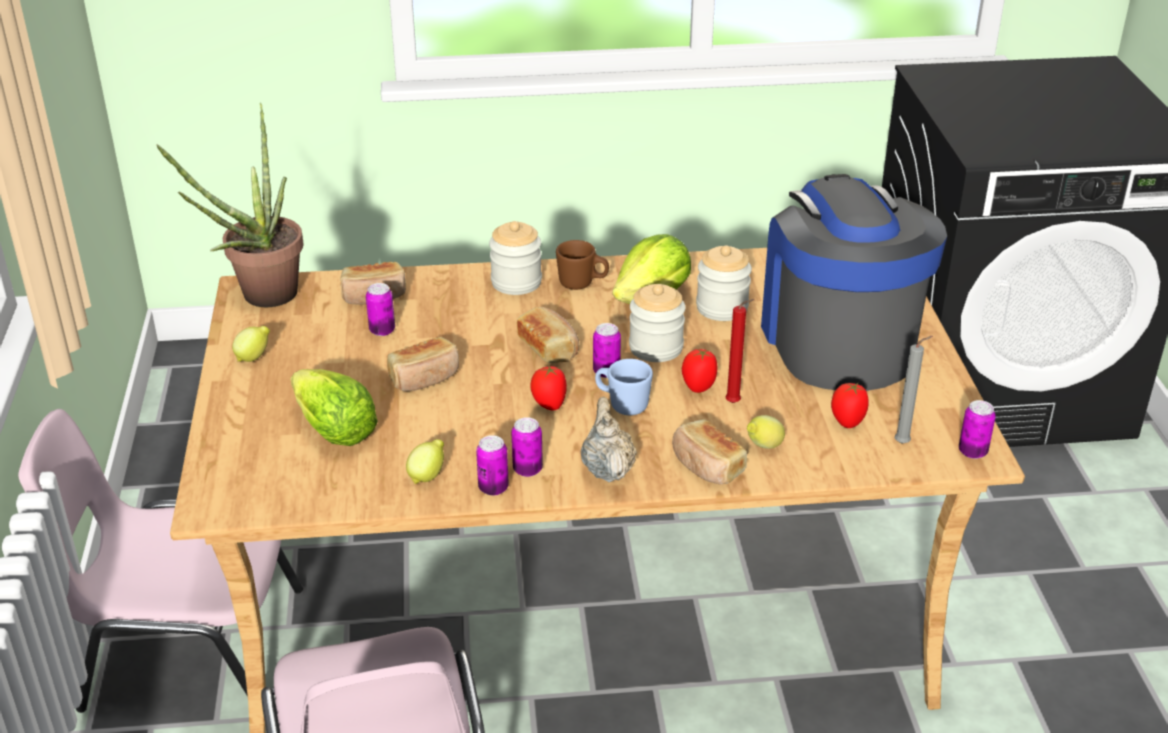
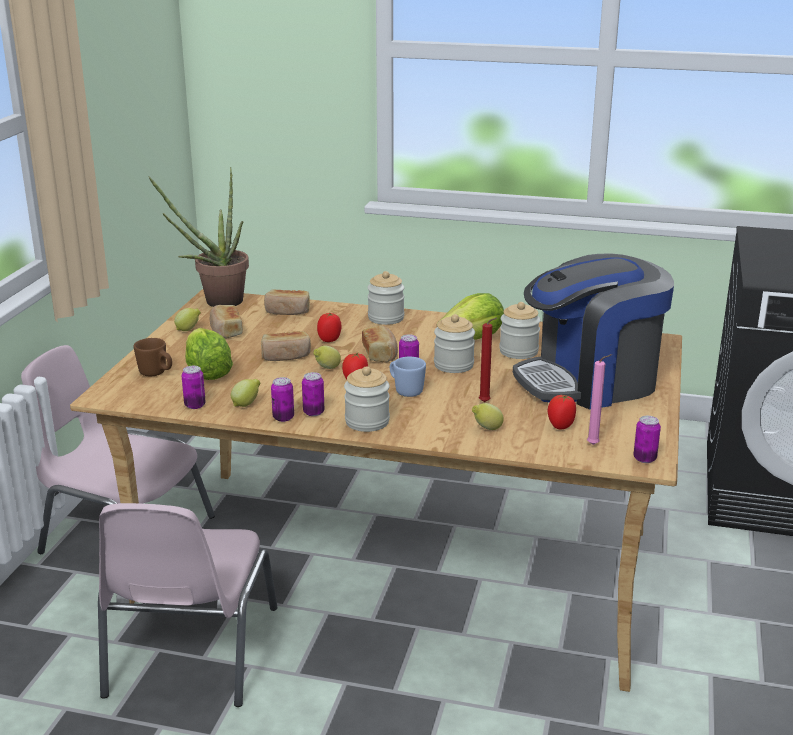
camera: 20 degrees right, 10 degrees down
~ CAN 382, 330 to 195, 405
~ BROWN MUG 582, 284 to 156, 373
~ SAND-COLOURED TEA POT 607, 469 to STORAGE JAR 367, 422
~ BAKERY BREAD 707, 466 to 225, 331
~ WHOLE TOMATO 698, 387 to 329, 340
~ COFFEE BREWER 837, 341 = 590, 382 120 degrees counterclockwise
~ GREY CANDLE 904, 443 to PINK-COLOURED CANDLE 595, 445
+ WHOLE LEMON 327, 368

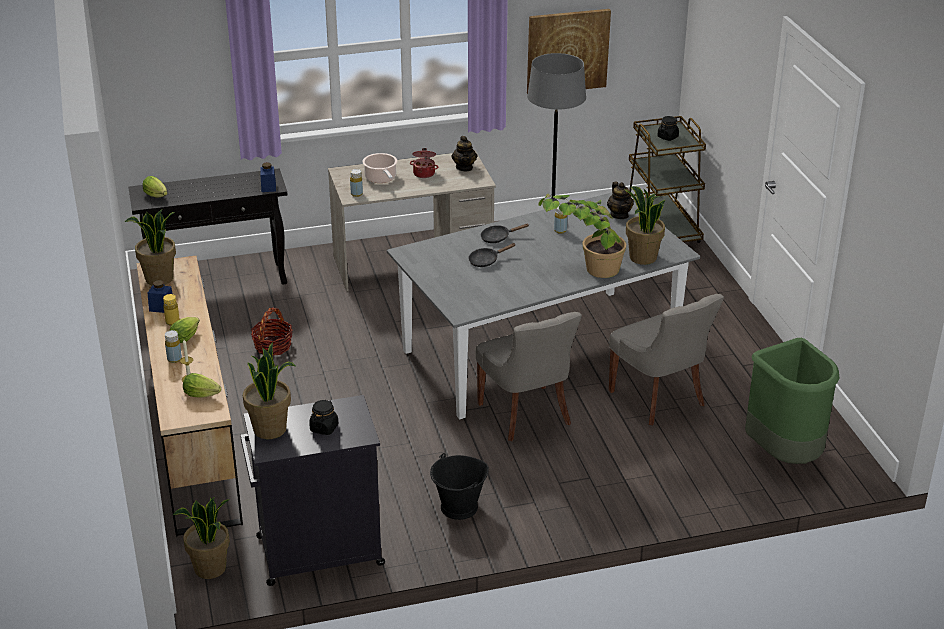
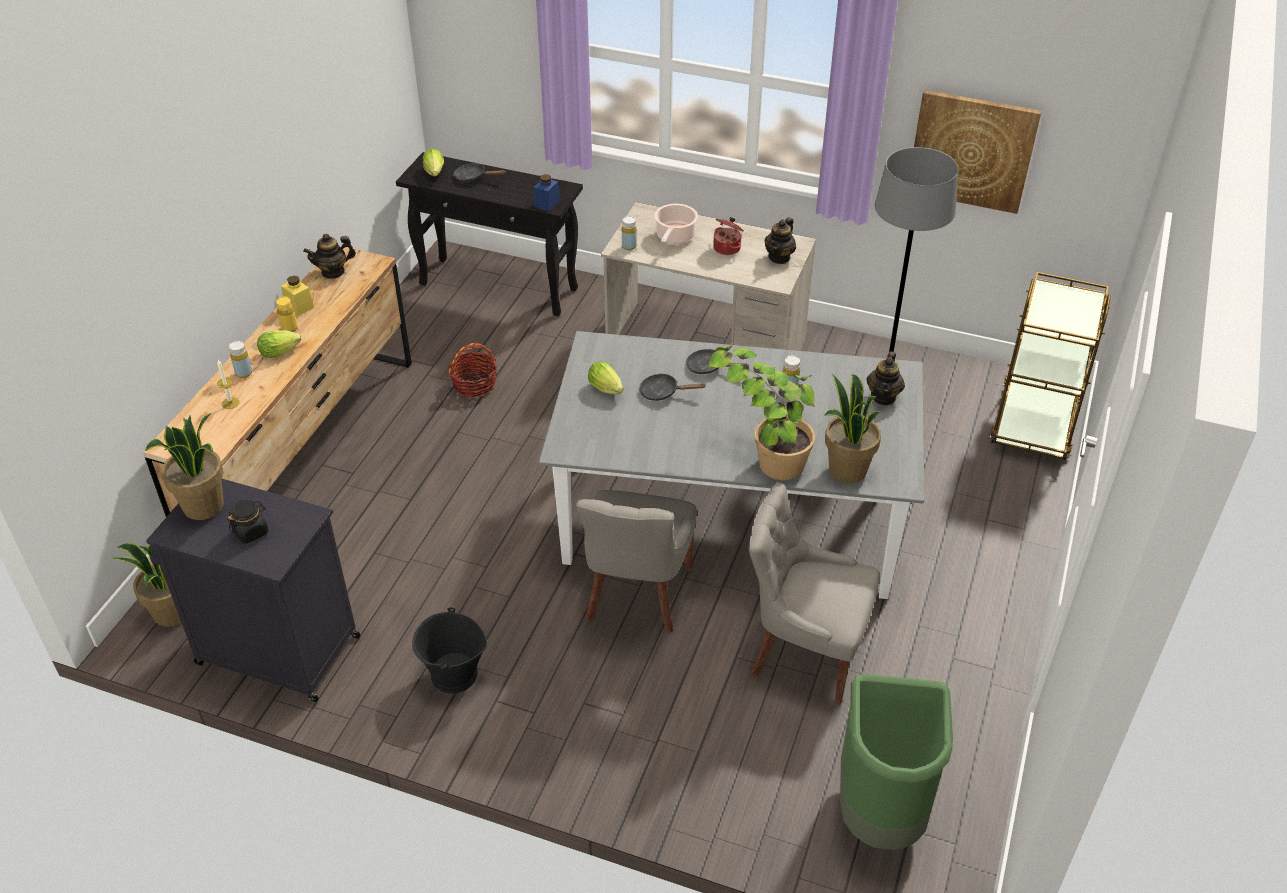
camera: 35 degrees right, 10 degrees up
~ POTTED PLANT 159, 279 to TEA POT 333, 272
~ BLUE STORAGE JAR 161, 307 to YELLOW-COLOURED STORAGE JAR 299, 306
~ LETTUCE HEAD 203, 395 to 607, 390
~ GREY PLAIN CHAIR 659, 399 = 804, 652 105 degrees clockwise
- BLACK STORAGE JAR 667, 137
+ BLACK SKILLET 473, 177

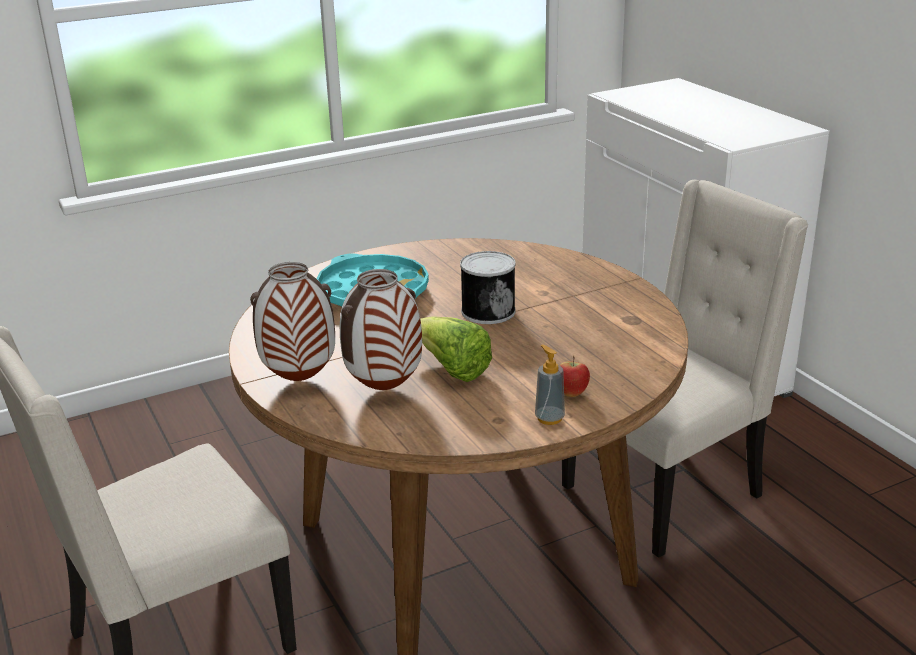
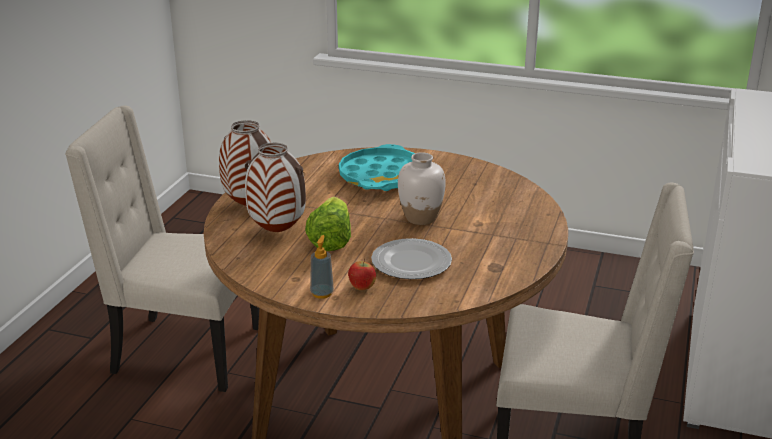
camera: 45 degrees right, 0 degrees up
~ CAN 487, 311 to WHITE FLOWER VASE 421, 218
+ DINNER PLATE 410, 262

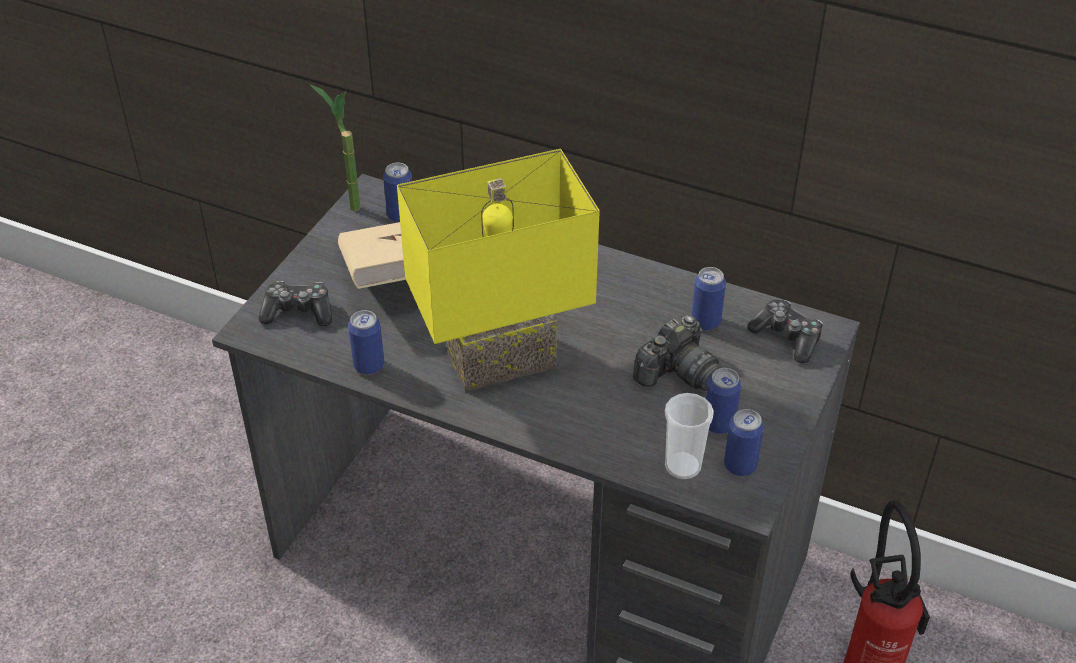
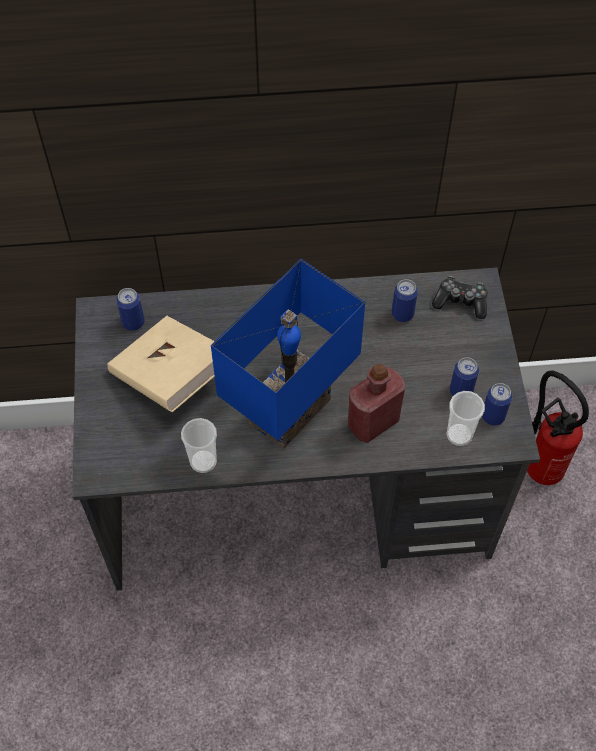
camera: 30 degrees left, 15 degrees up
- JOYPAD 298, 312
- POTTED PLANT 347, 203
~ CAN 369, 366 to SMALL CUP 203, 461
~ YELLOW-COLOURED TABLE LAMP 501, 363 to BLUE TABLE LAMP 292, 414
- STILL CAMERA 677, 372
+ RED DRINK BOTTLE 373, 422

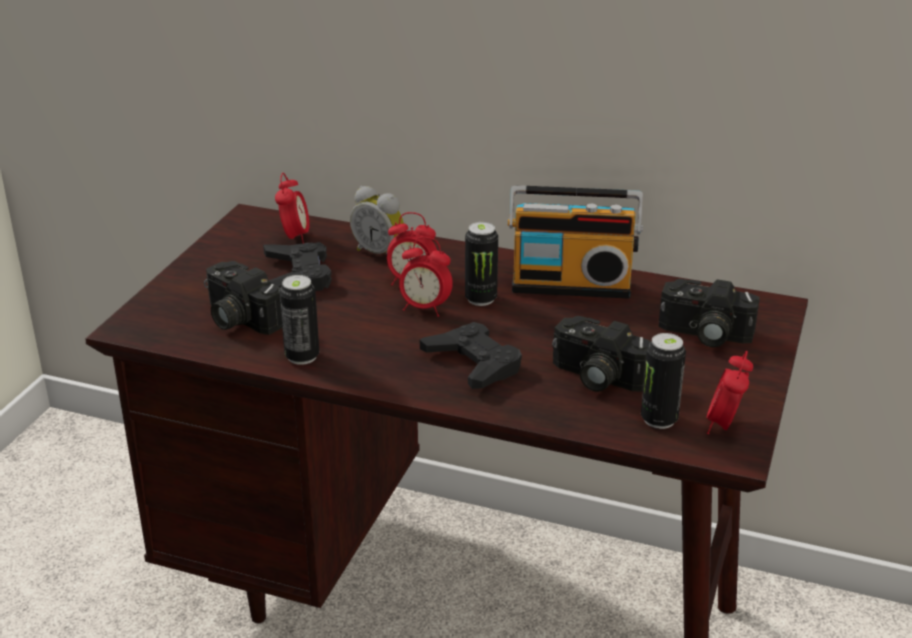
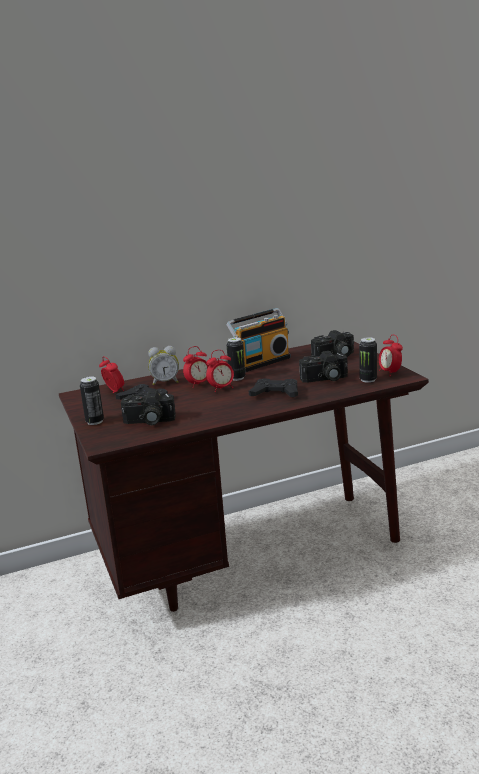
camera: 40 degrees left, 10 degrees down
~ CAN 302, 356 to 95, 421

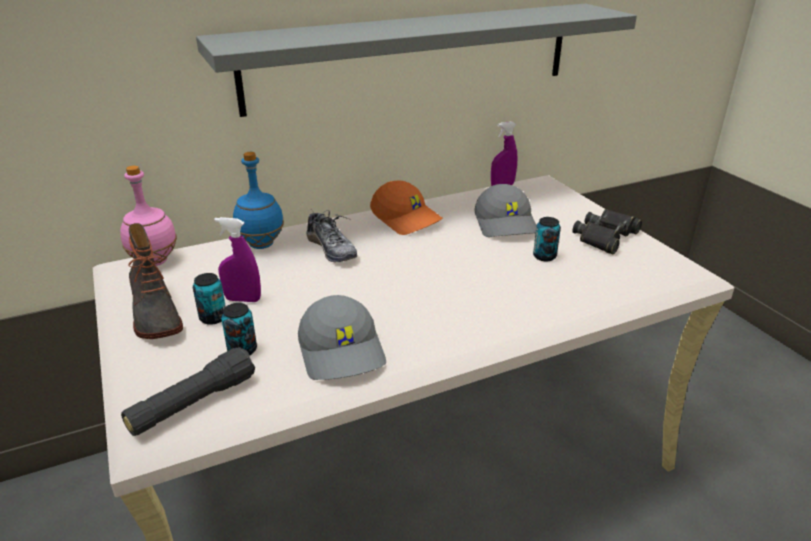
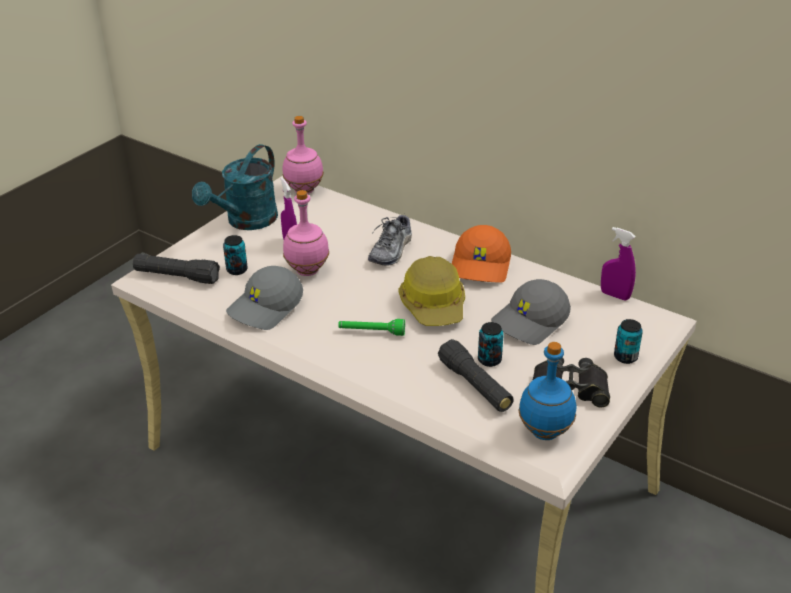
camera: 60 degrees right, 5 degrees up
~ BOOT 154, 315 to TURQUOISE WATERING CAN 246, 222
~ CAN 213, 318 to 625, 357
- GREY WALL SHELF 413, 56
~ BLUE DRINK BOTTLE 261, 244 to 545, 431
+ PINK-COLOURED DRINK BOTTLE 307, 270
+ GREENISH TORCH 371, 332
+ WORK HELMET 434, 305
+ BLACK TORCH 475, 386

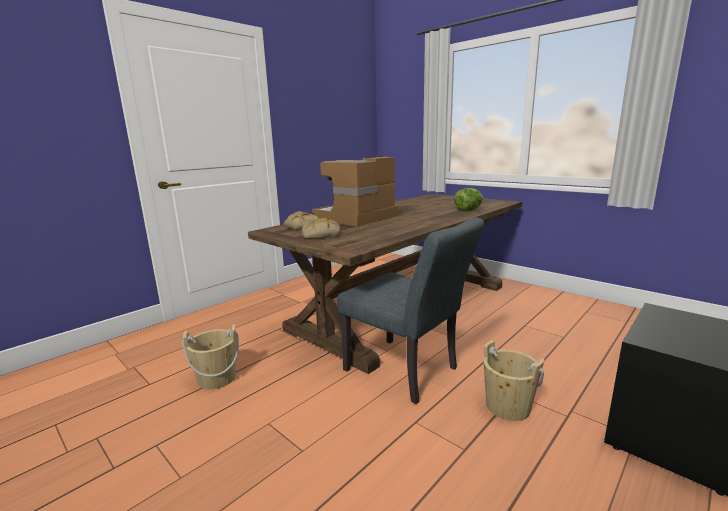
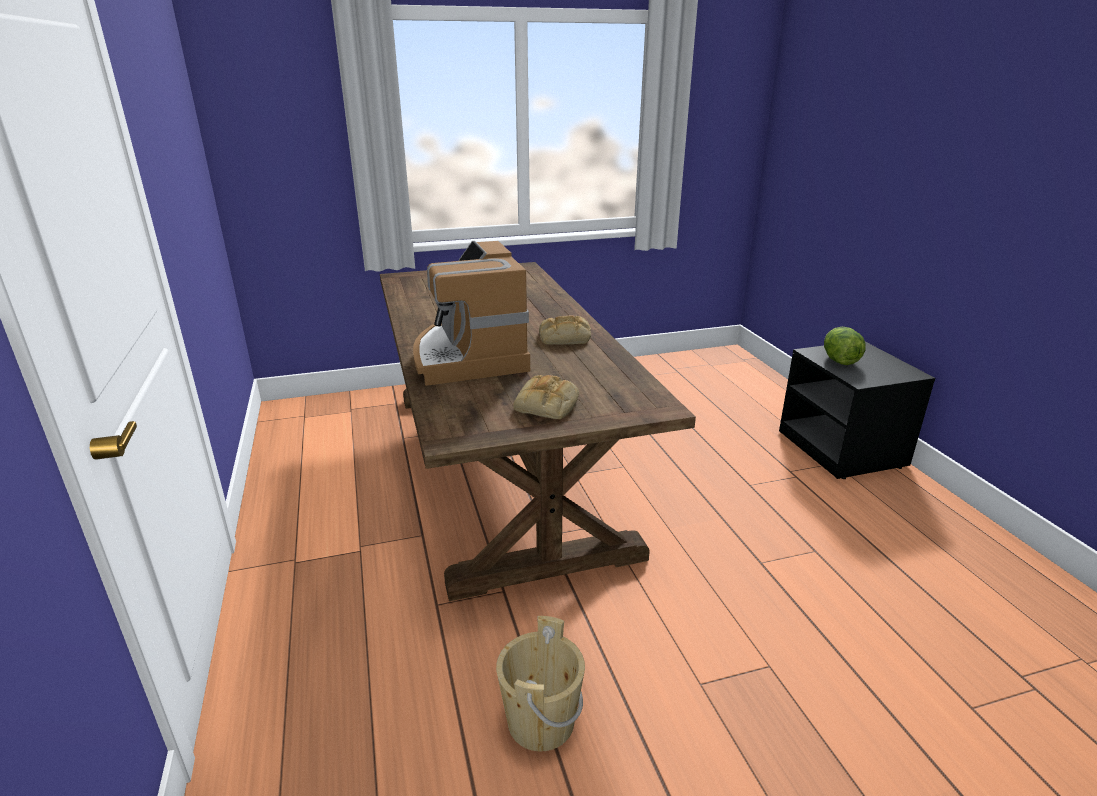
camera: 60 degrees left, 10 degrees up
~ BAKERY BREAD 301, 226 to 564, 337
- GREY PLAIN CHAIR 407, 372
~ LETTUCE HEAD 468, 210 to 839, 361
- SAND-COLOURED WATER BUCKET 507, 407

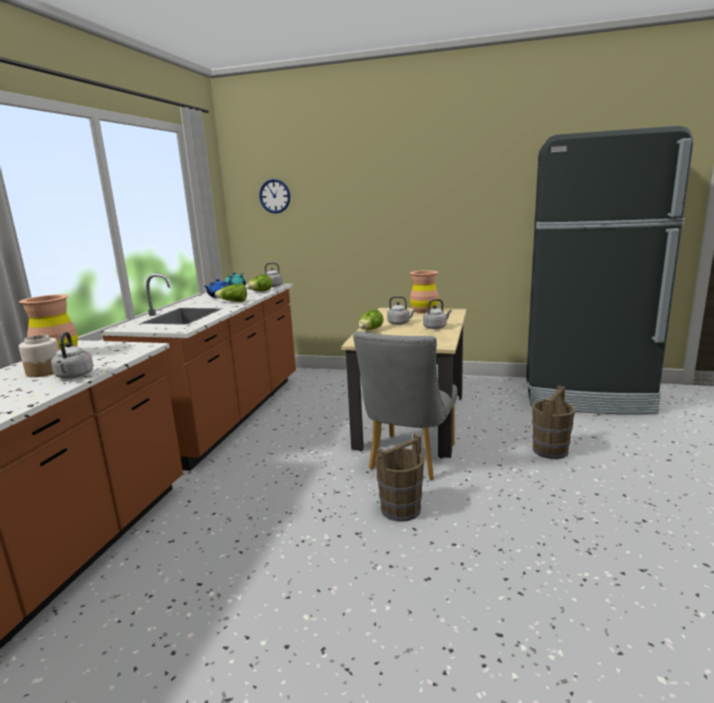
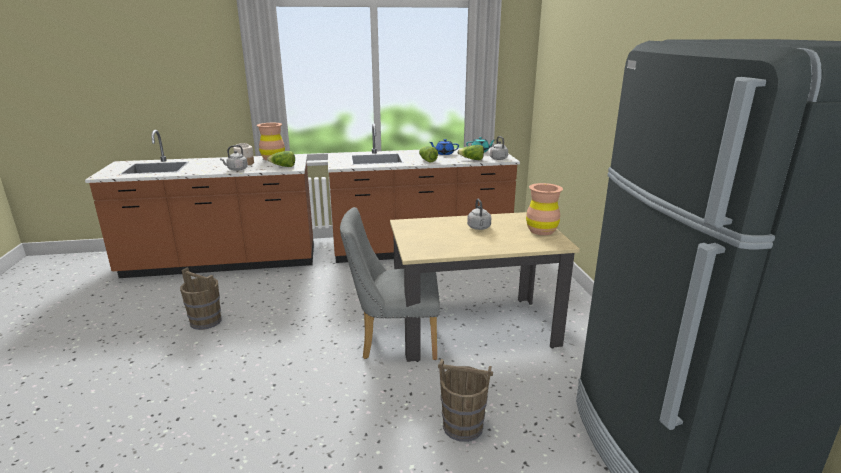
camera: 65 degrees right, 5 degrees up
- WALL CLOCK 275, 196
~ LETTUCE HEAD 370, 330 to 283, 166
~ BROWN WATER BUCKET 400, 509 to 205, 321
- GREY WATER KETTLE 436, 327

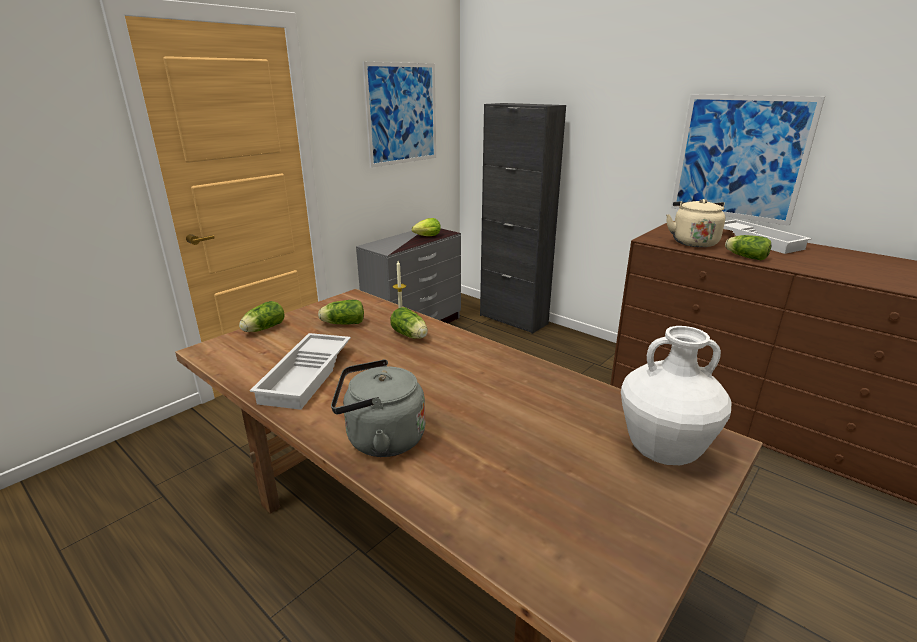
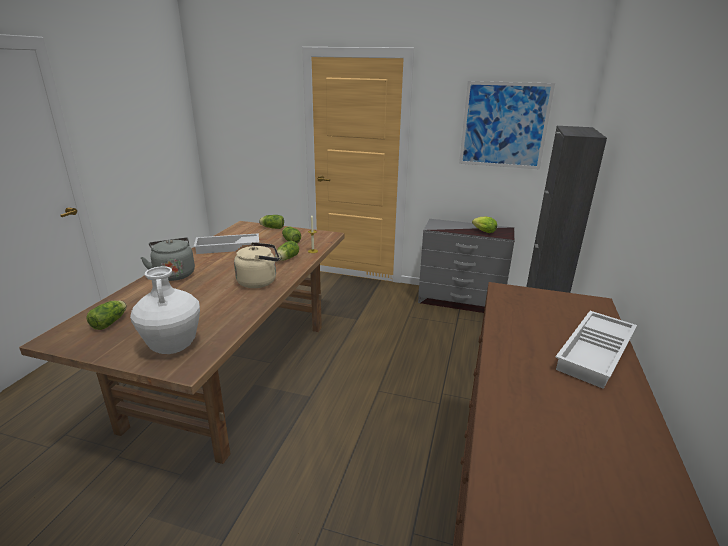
camera: 65 degrees right, 0 degrees up
~ SAND-COLOURED WATER KETTLE 693, 242 to 259, 281
- WALL PICTURE 739, 158
~ LETTUCE HEAD 744, 256 to 111, 322

